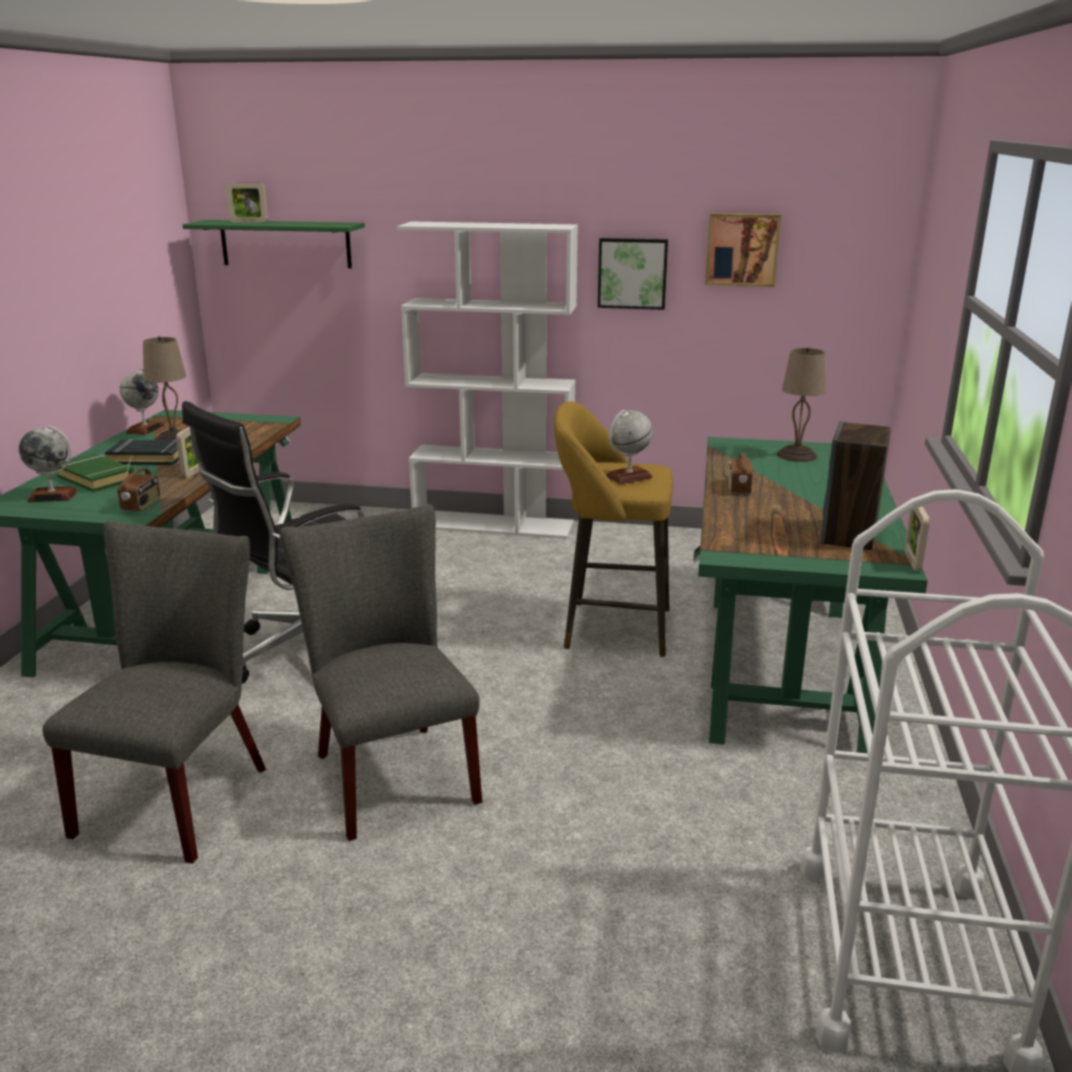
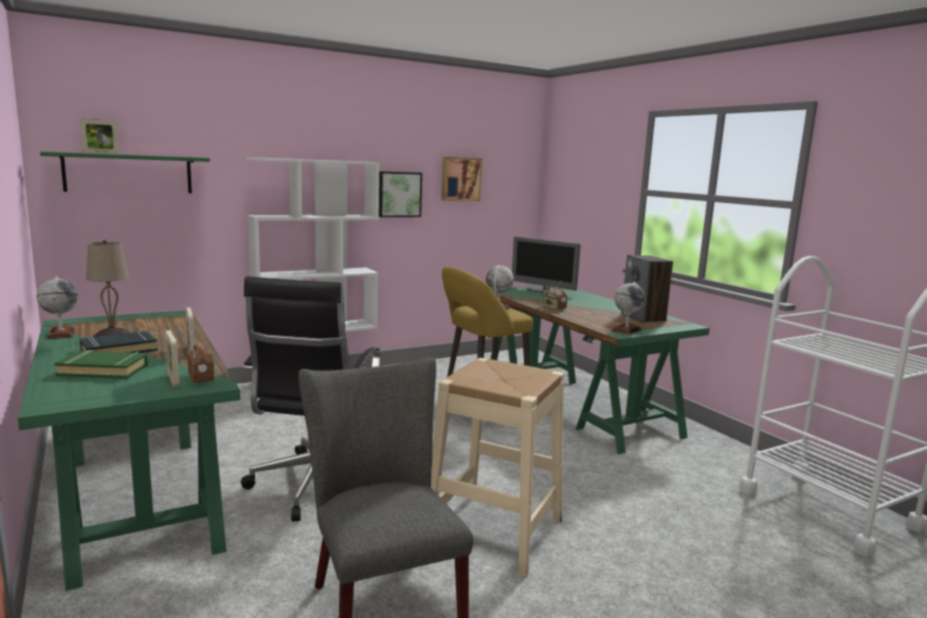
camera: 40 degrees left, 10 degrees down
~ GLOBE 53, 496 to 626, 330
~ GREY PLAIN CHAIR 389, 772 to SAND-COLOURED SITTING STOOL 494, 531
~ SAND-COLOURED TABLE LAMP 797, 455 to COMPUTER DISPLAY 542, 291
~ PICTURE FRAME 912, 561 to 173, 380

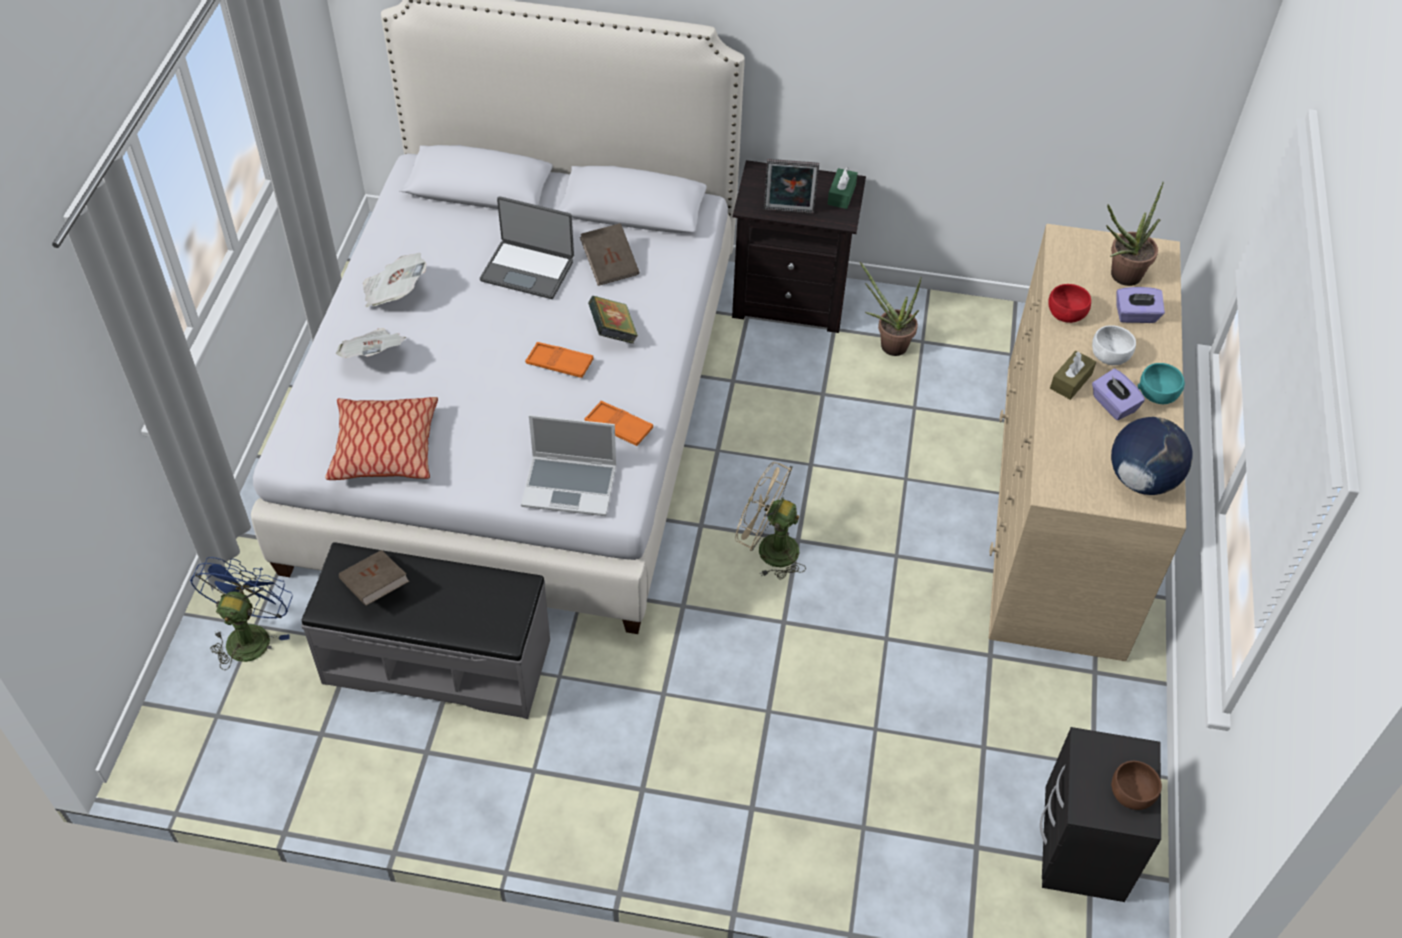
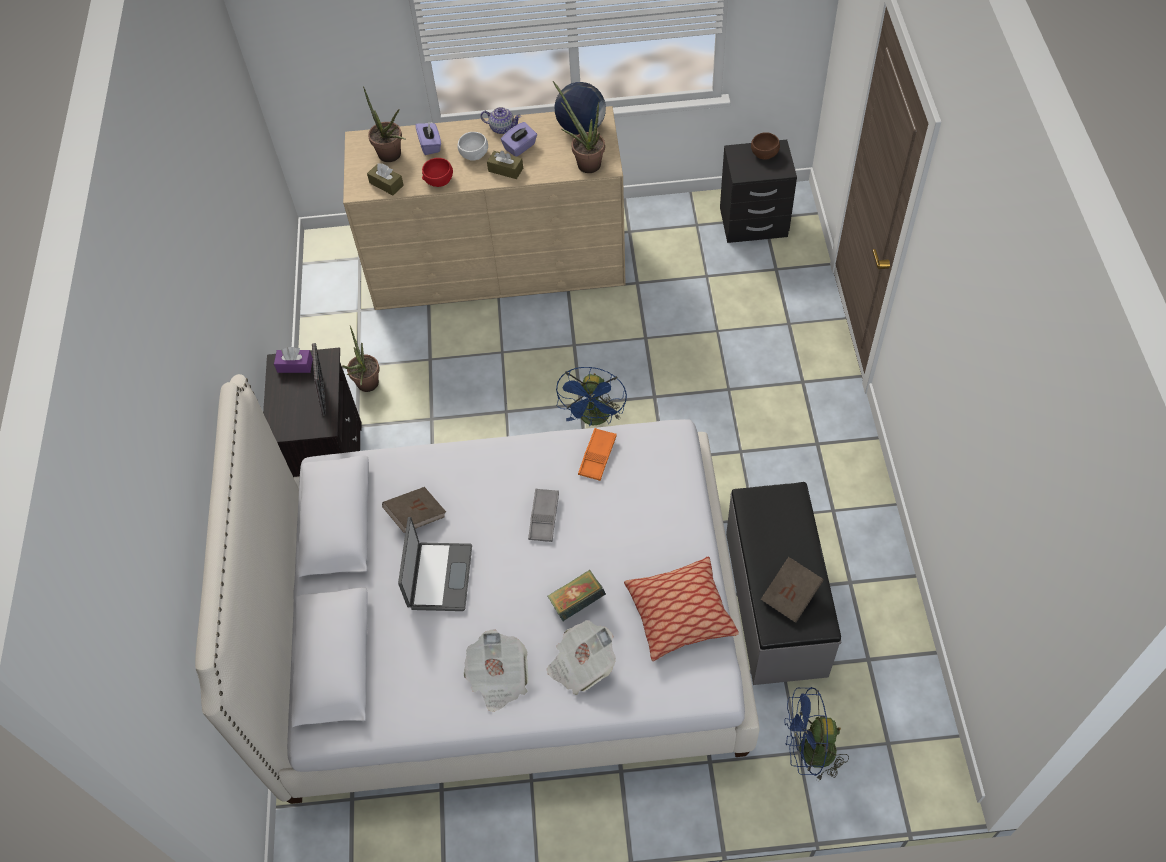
camera: 100 degrees left, 5 degrees up
- PORTABLE COMPUTER 571, 486
~ ORANGEY SERVING TRAY 559, 363 to GREY SERVING TRAY 544, 517
~ BOOK 613, 332 to 577, 602
~ SAND-COLOURED COOLING FAN 768, 549 to BLUE COOLING FAN 595, 419
~ GREENISH TISSUE BOX 841, 194 to PURPLISH TISSUE BOX 295, 365
~ TURQUOISE BOWL 1157, 393 to TEA POT 502, 128
+ BROWN TISSUE BOX 386, 184
+ POTTED PLANT 585, 162

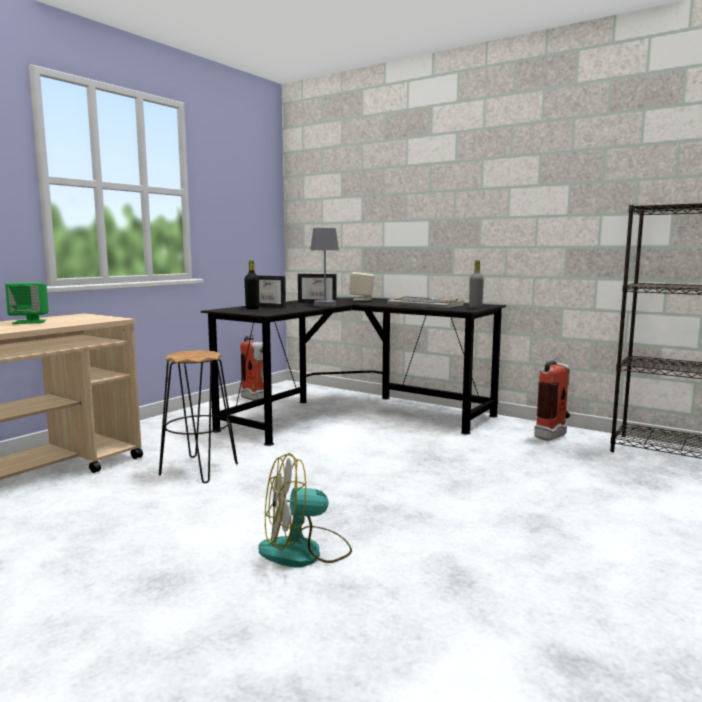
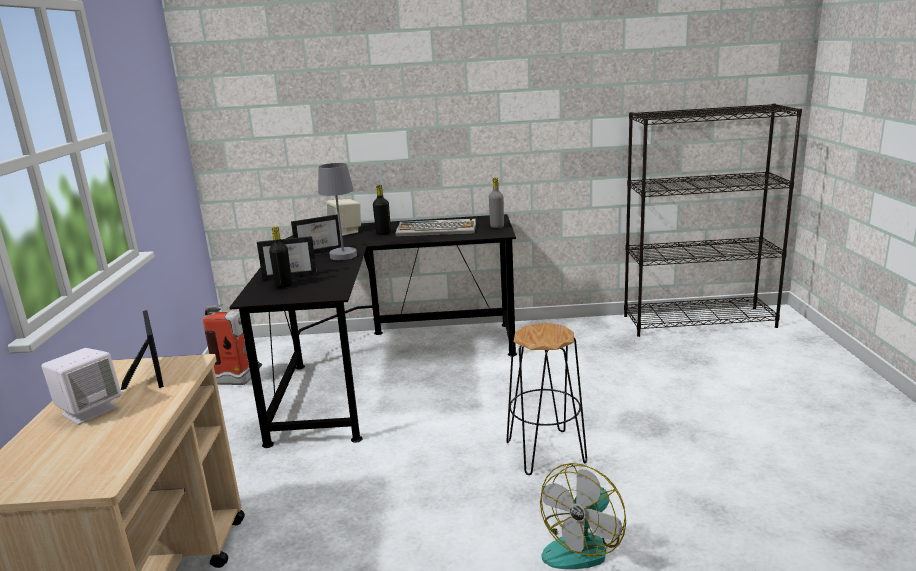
camera: 35 degrees left, 10 degrees up
~ GREENISH SPEAKER 30, 322 to WHITE SPEAKER 90, 410
~ BLACK SITTING STOOL 199, 469 to 545, 452
- FIRE EXTINGUISHER 554, 435
+ PICTURE FRAME 150, 374
+ BLACK DRINK BOTTLE 383, 233

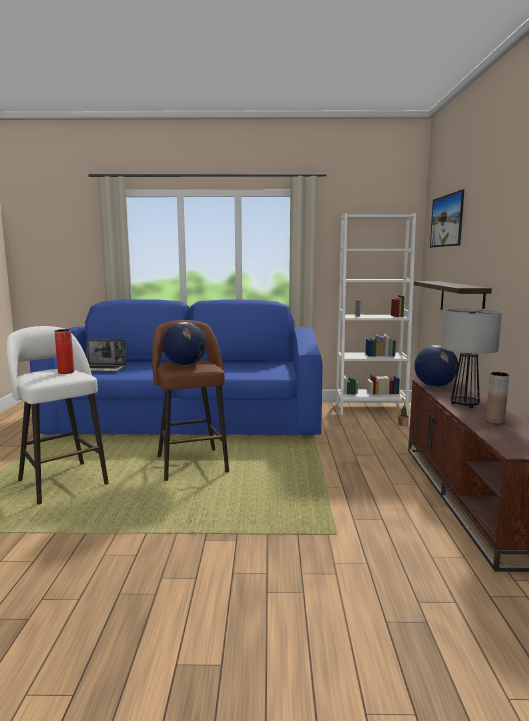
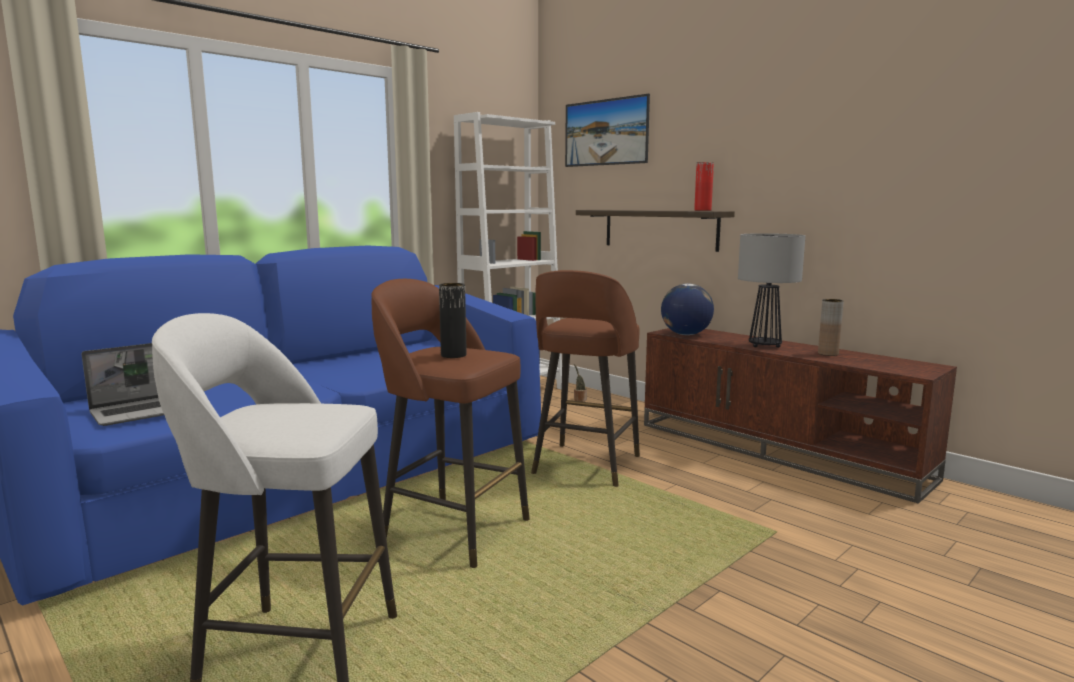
camera: 45 degrees left, 0 degrees up
~ RED FLOWER VASE 66, 372 to 702, 210
~ GLOBE 185, 364 to BLACK FLOWER VASE 453, 355
+ BROWN SITTING STOOL 585, 466

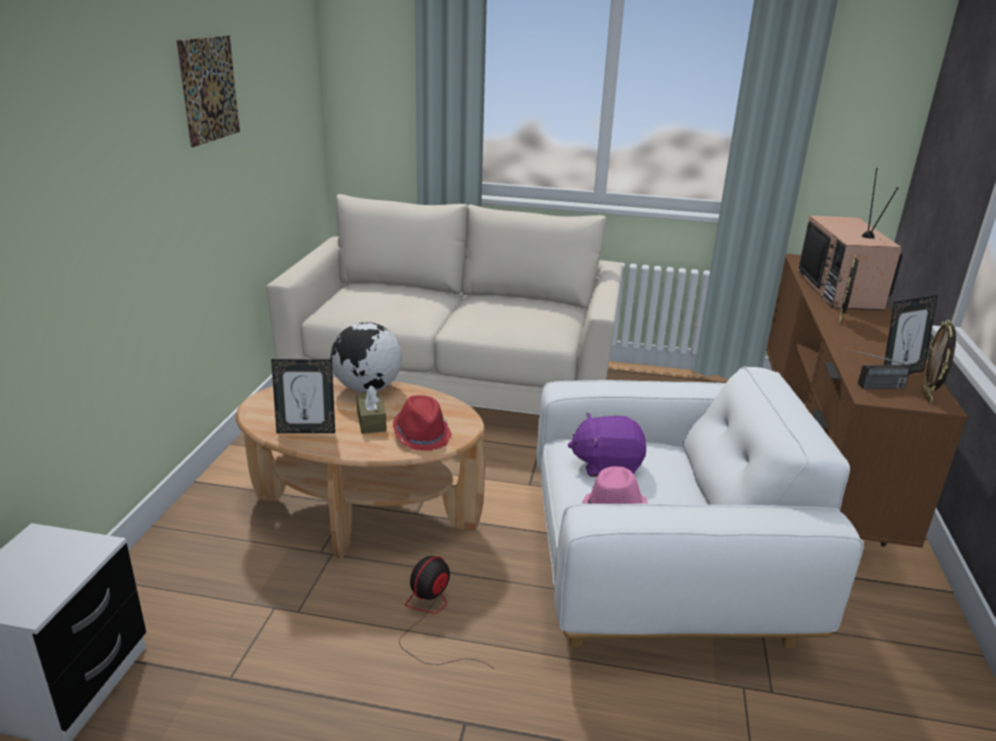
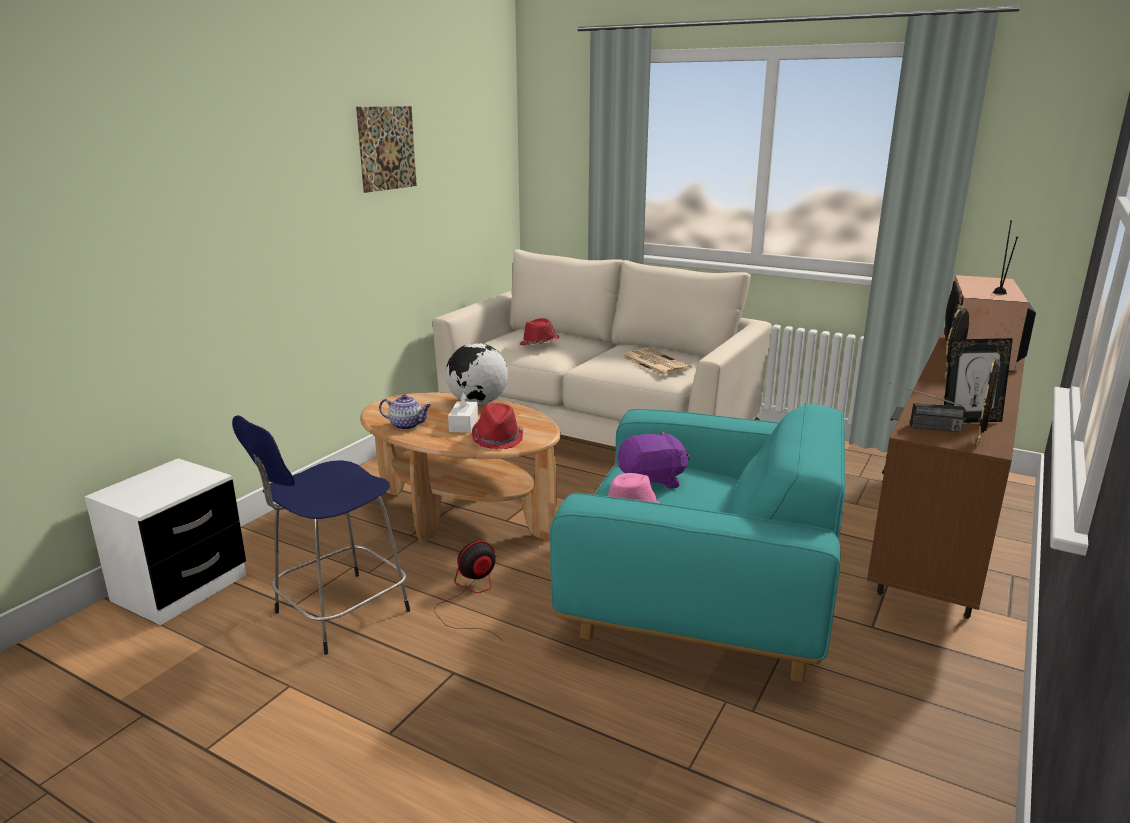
camera: 20 degrees right, 5 degrees down
~ PICTURE FRAME 306, 431 to TEA POT 407, 425
~ BROWN TISSUE BOX 371, 421 to WHITE TISSUE BOX 463, 425
~ WHITE ARMCHAIR 658, 572 to TURQUOISE ARMCHAIR 701, 598
~ PURPLISH PLUSH TOY 606, 465 = 652, 481 150 degrees clockwise
+ BLUE SITTING STOOL 338, 614
+ RED HAT 539, 345
+ NEWSPAPER 654, 363

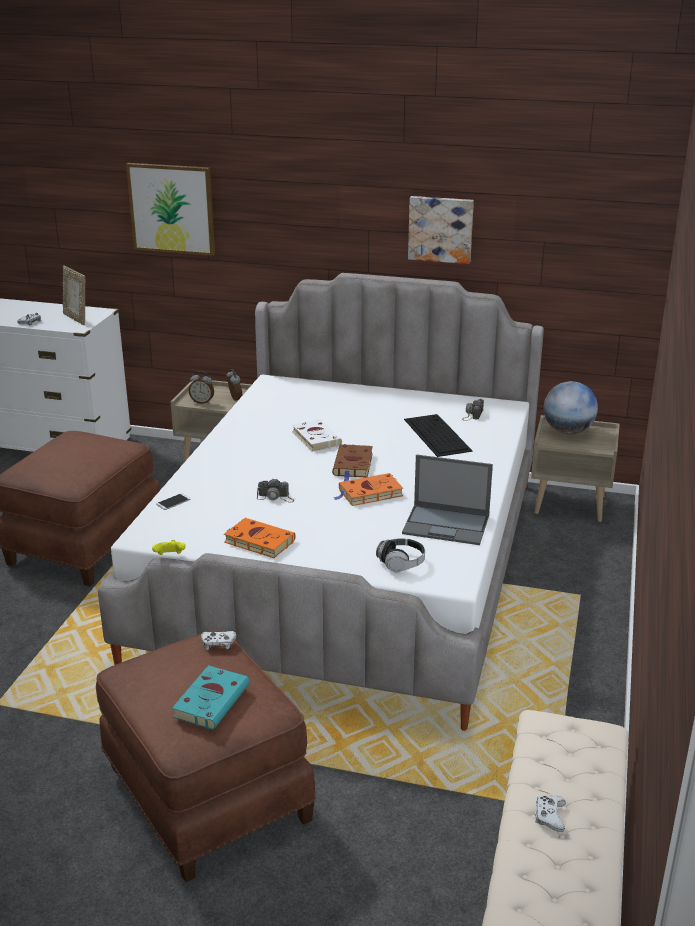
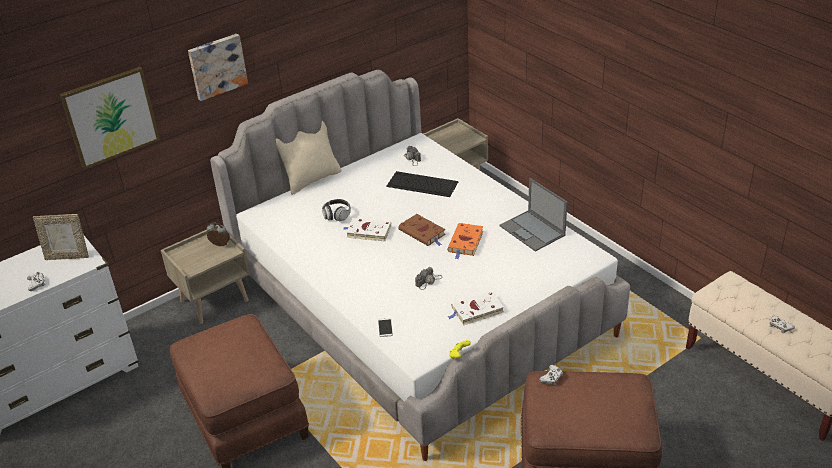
camera: 50 degrees left, 10 degrees up
- TURQUOISE BOOK 212, 700
- ALARM CLOCK 202, 402
~ ORANGEY BOOK 257, 541 to WHITE BOOK 476, 311
~ HEADSET 401, 563 to 337, 215
~ PORTABLE COMPUTER 447, 525 = 533, 231 90 degrees clockwise
~ WALL PICTURE 441, 229 to 217, 66
- GLOBE 568, 431
+ SAND-COLOURED PILLOW 312, 179

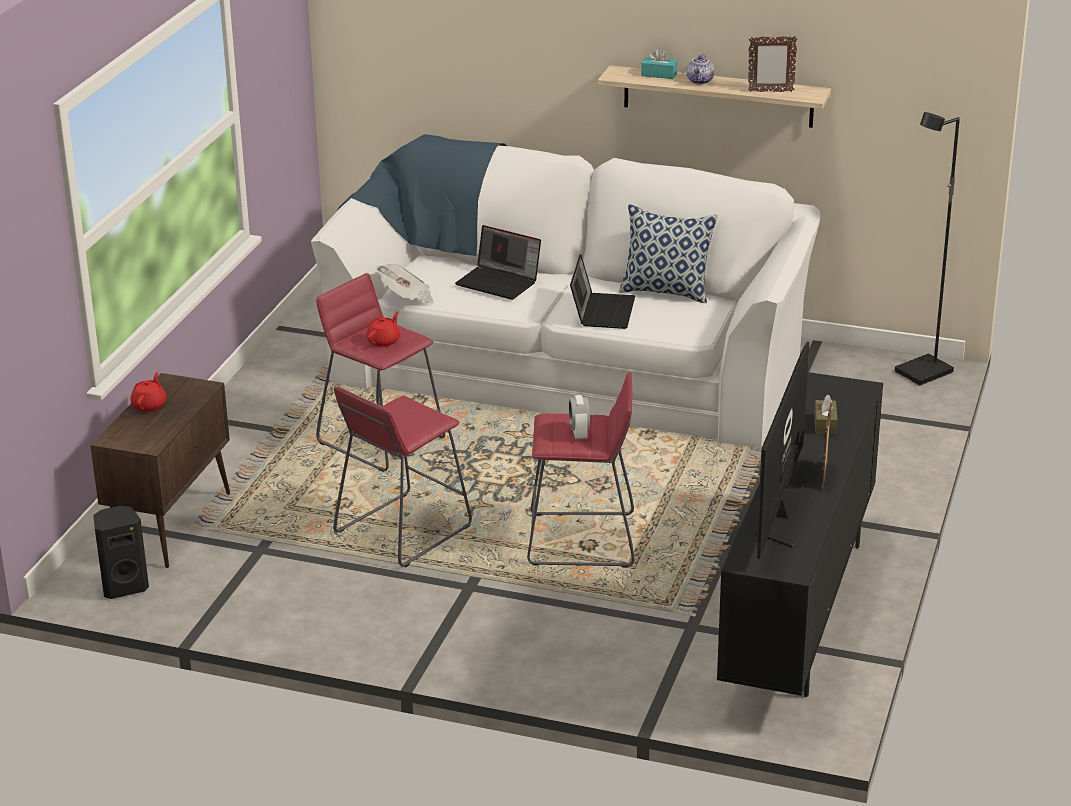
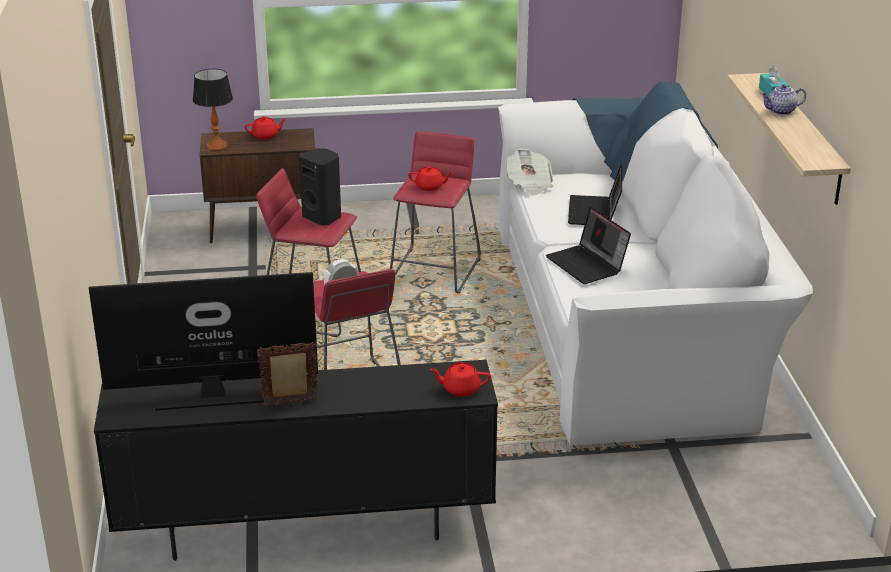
camera: 65 degrees right, 0 degrees up
~ BLACK SPEAKER 124, 586 to 323, 217
~ PORTABLE COMPUTER 602, 311 = 587, 265 75 degrees clockwise
- PILLOW 667, 292
- PICTURE FRAME 770, 91
- BROWN TISSUE BOX 825, 424
- BLACK FLOOR LAMP 924, 373
+ TABLE LAMP 217, 146
+ RED TEA POT 460, 389

